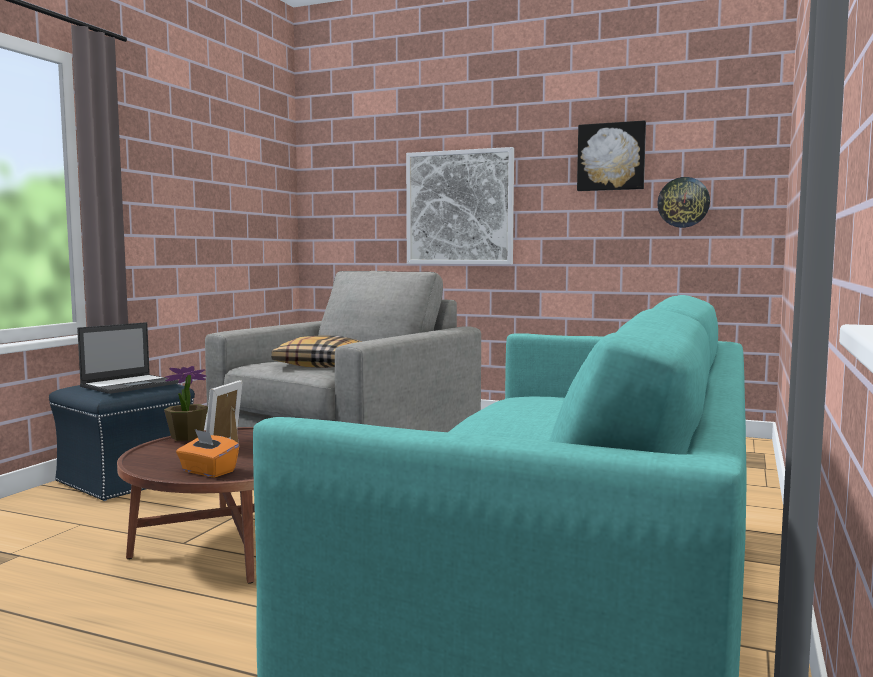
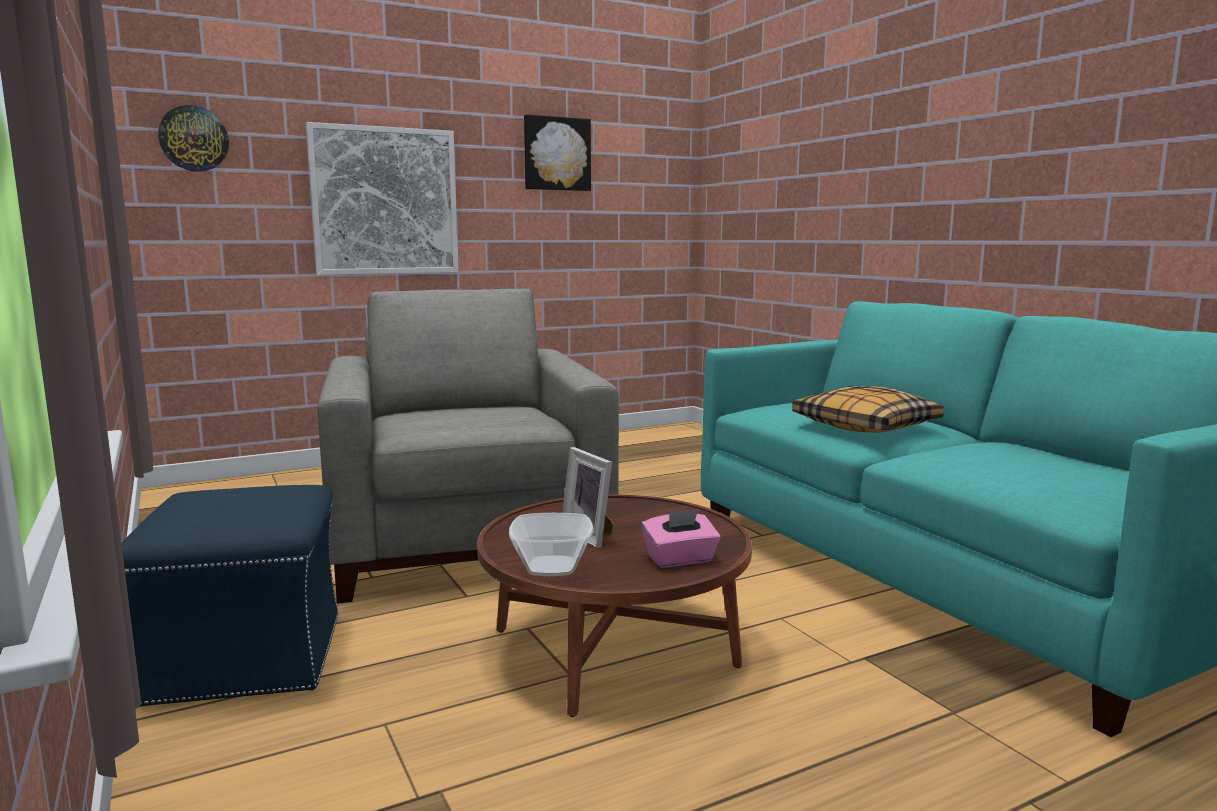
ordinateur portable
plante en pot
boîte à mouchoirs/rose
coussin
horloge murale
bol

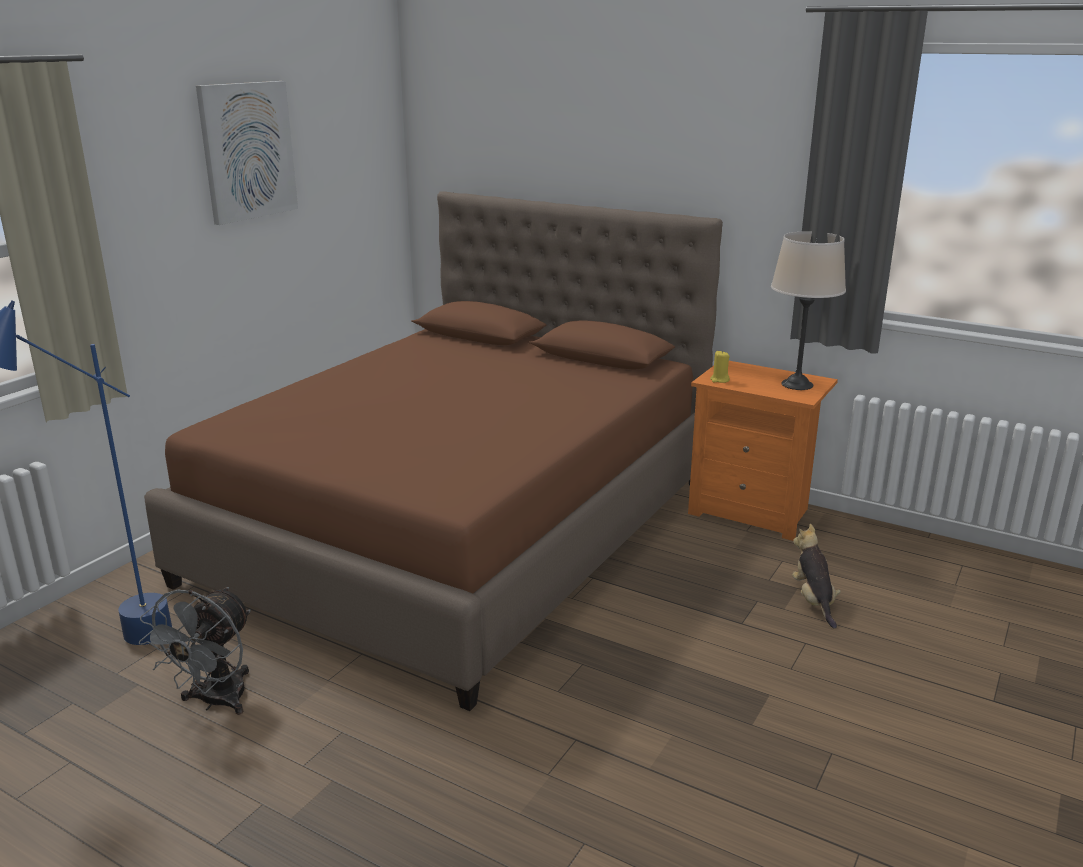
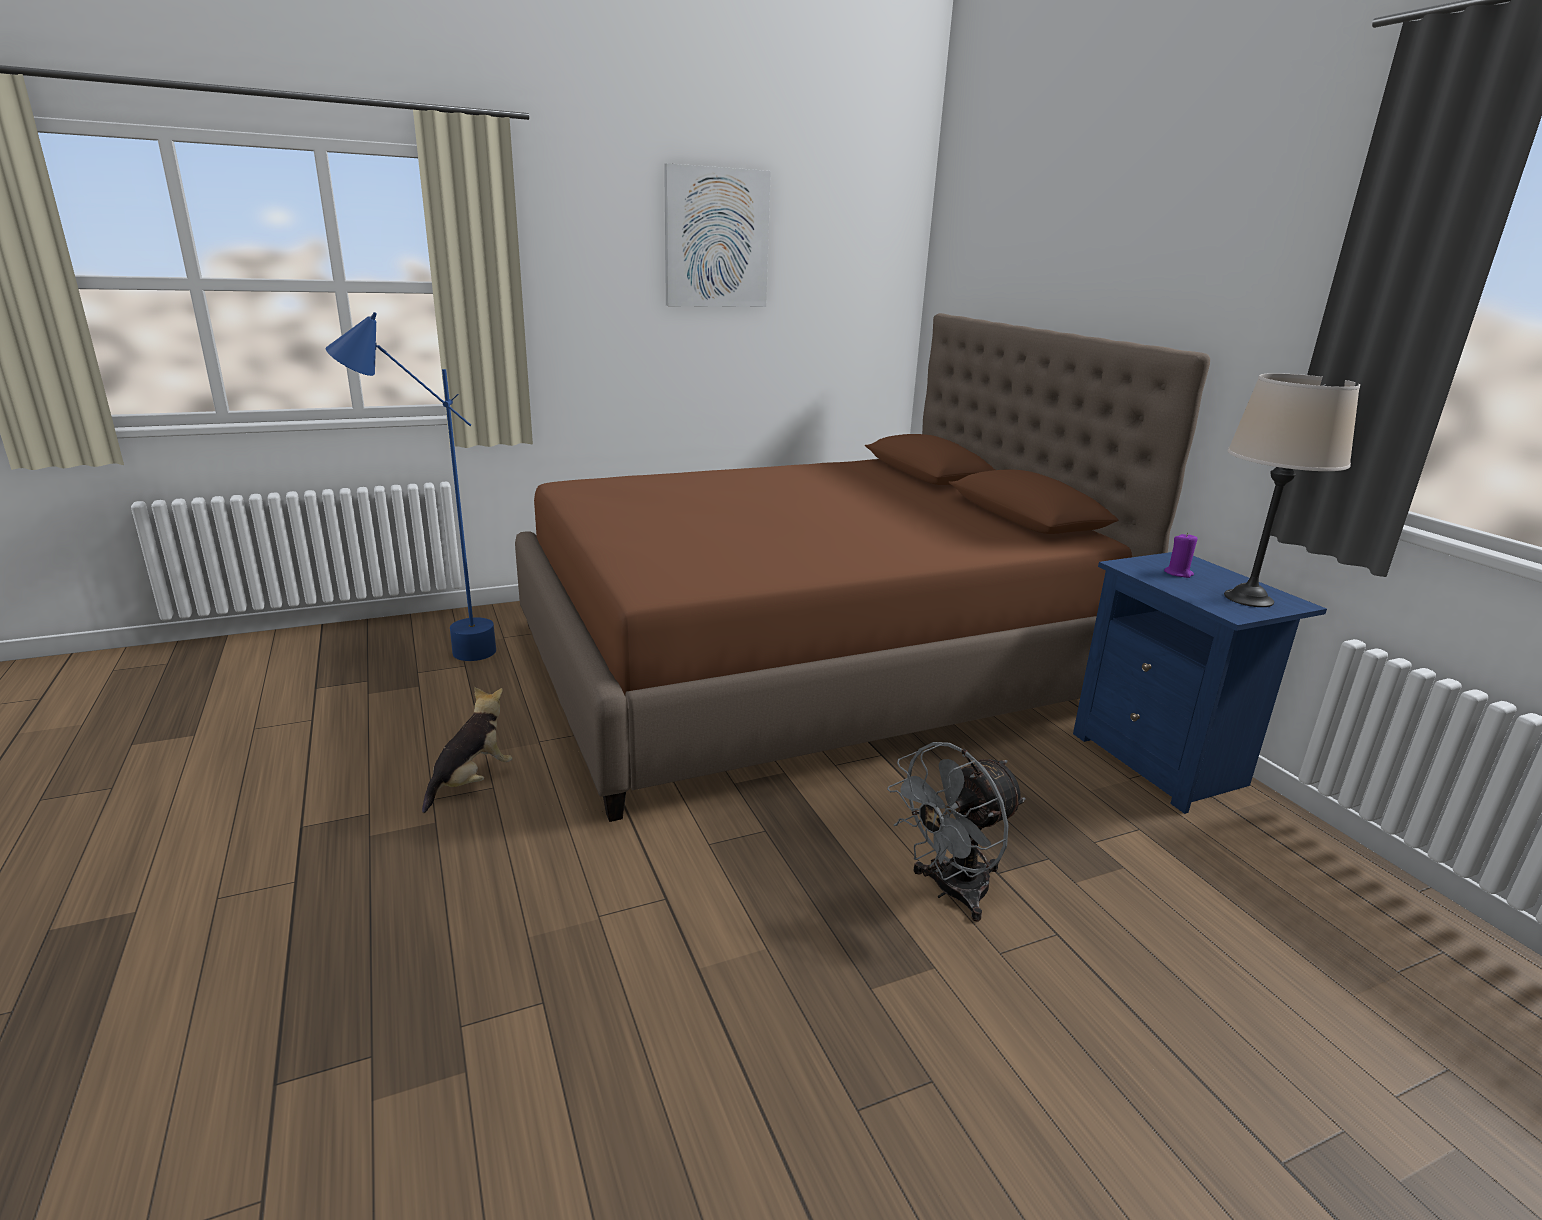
ventilateur/gris
table de chevet/bleu
bougie/jaune
peluche
bougie/violet

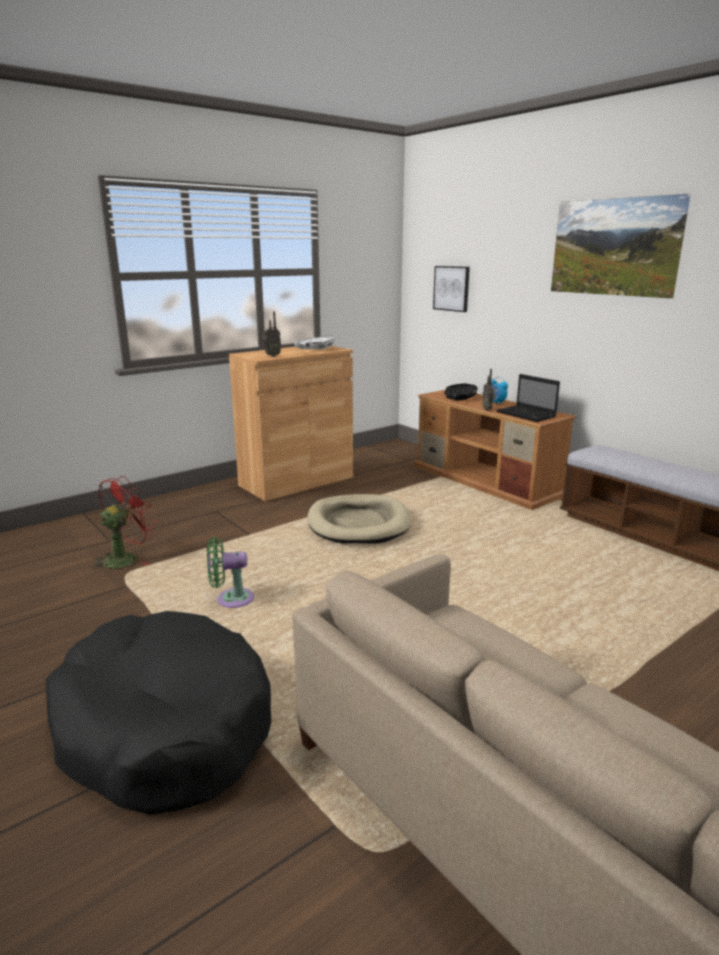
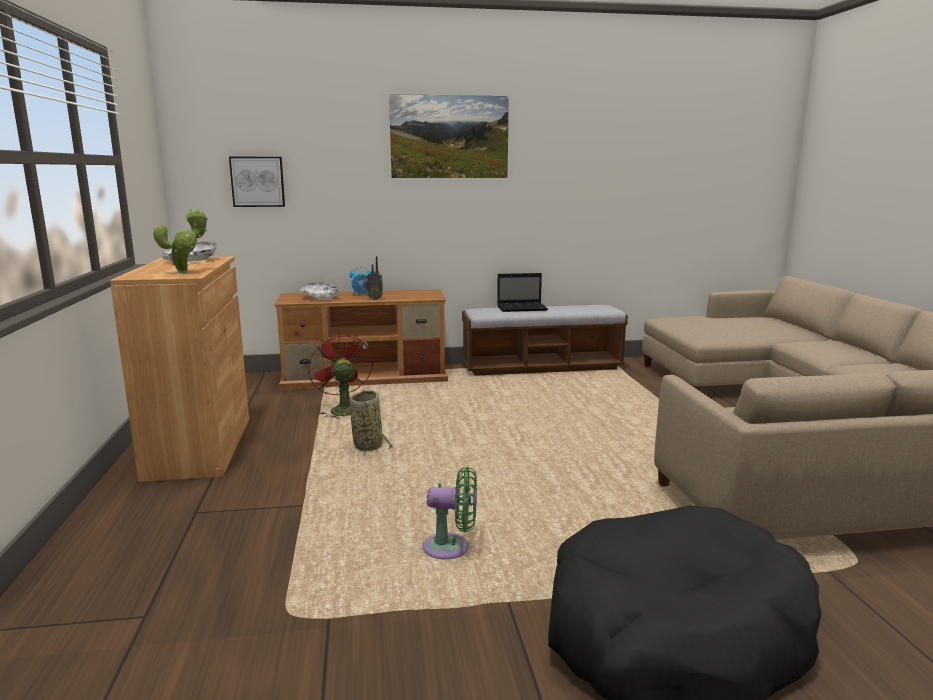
ventilateur/rouge
ventilateur/vert
plante en pot
panier
bol/blanc (no. 2 from left)
ordinateur portable

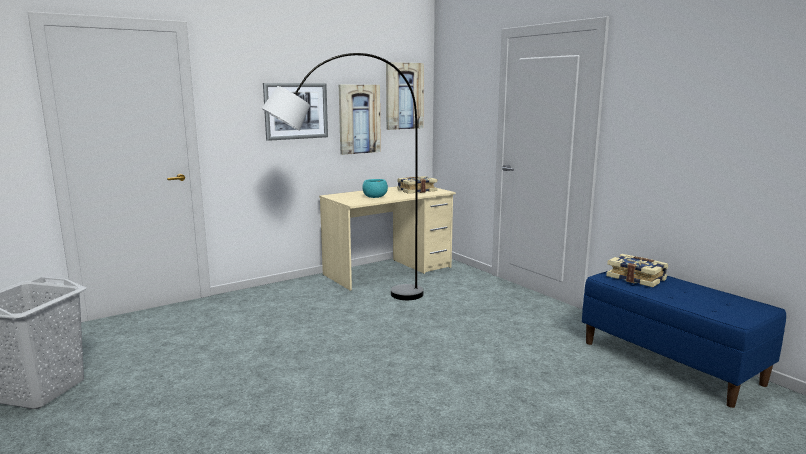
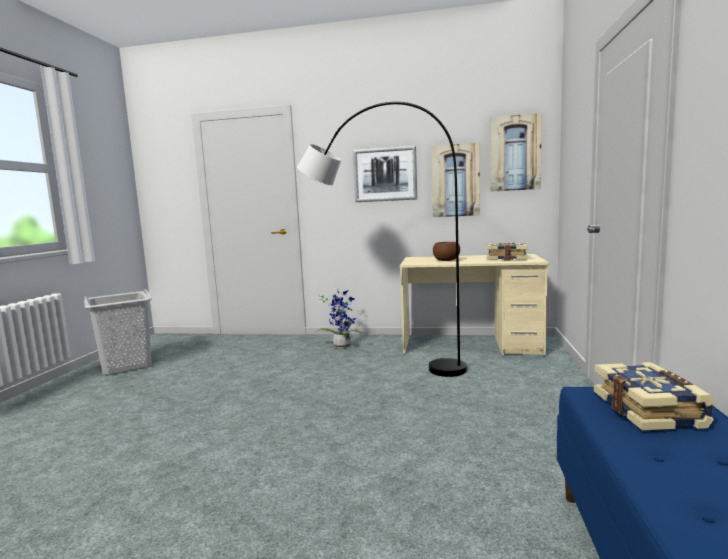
bol/marron
plante en pot

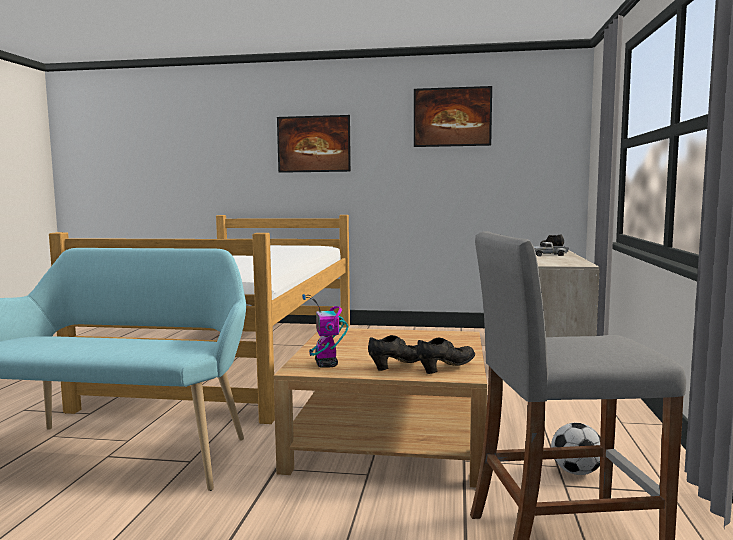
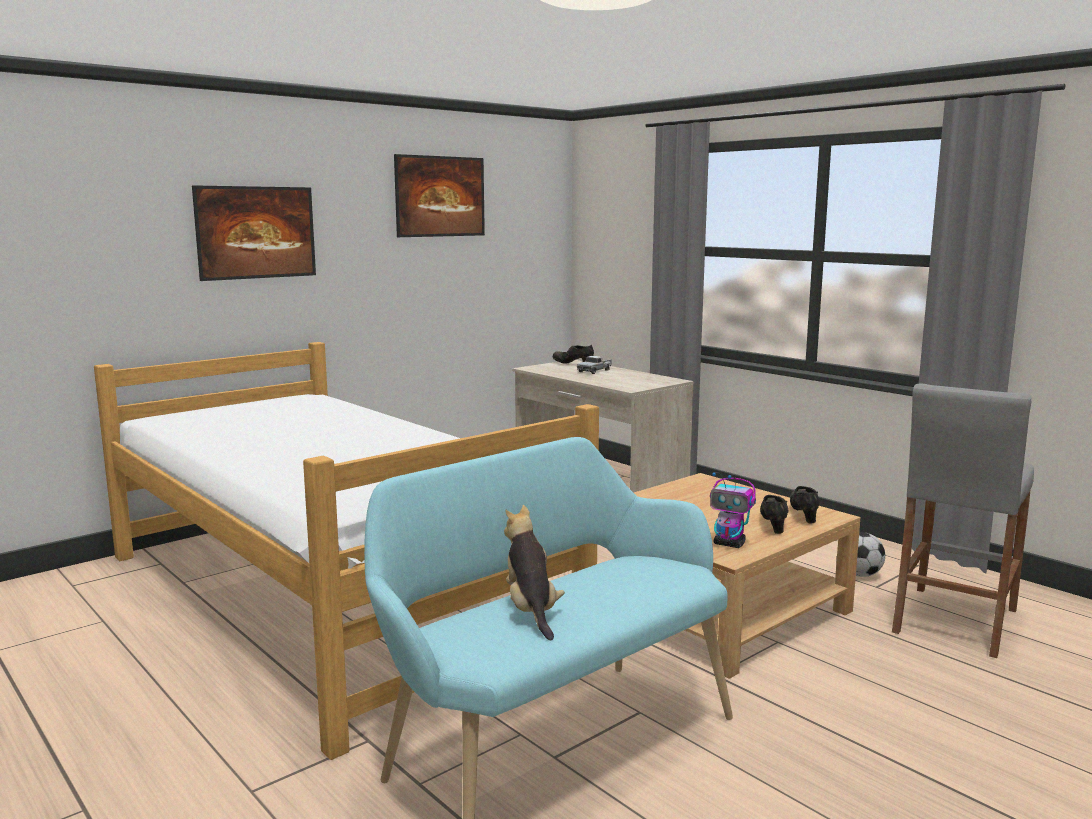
peluche

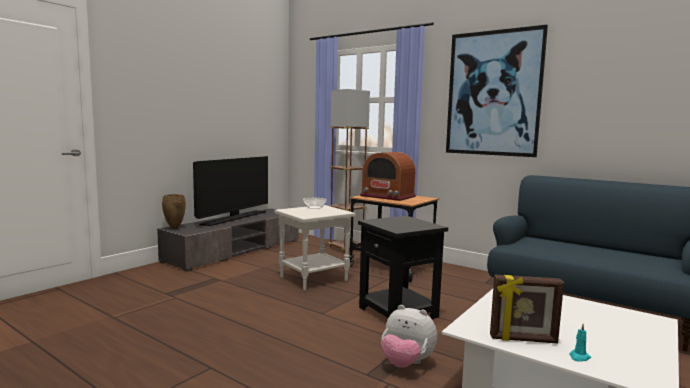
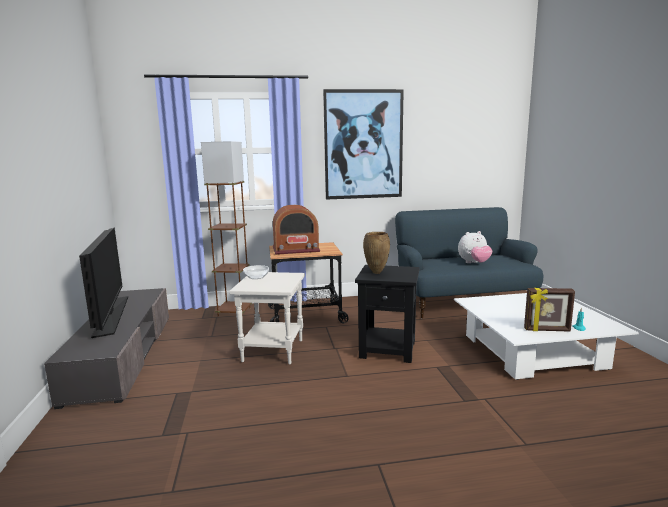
vase/marron
peluche
cadre photo

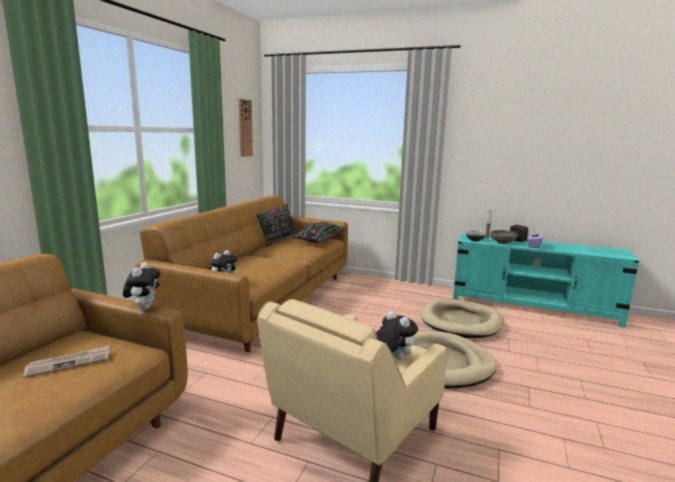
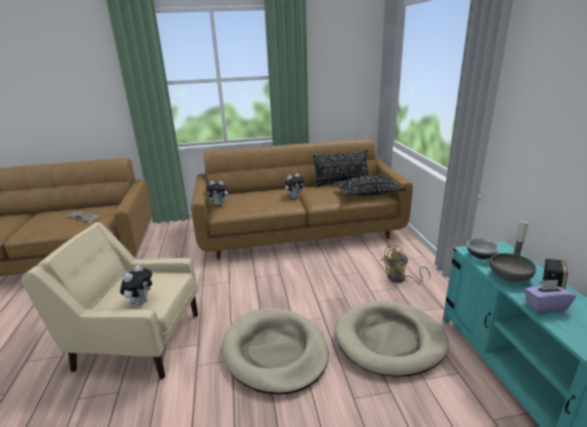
peluche (no. 3 from left)
horloge murale
ventilateur/jaune

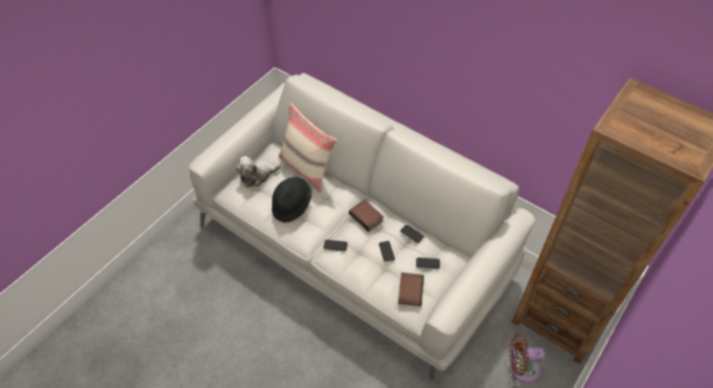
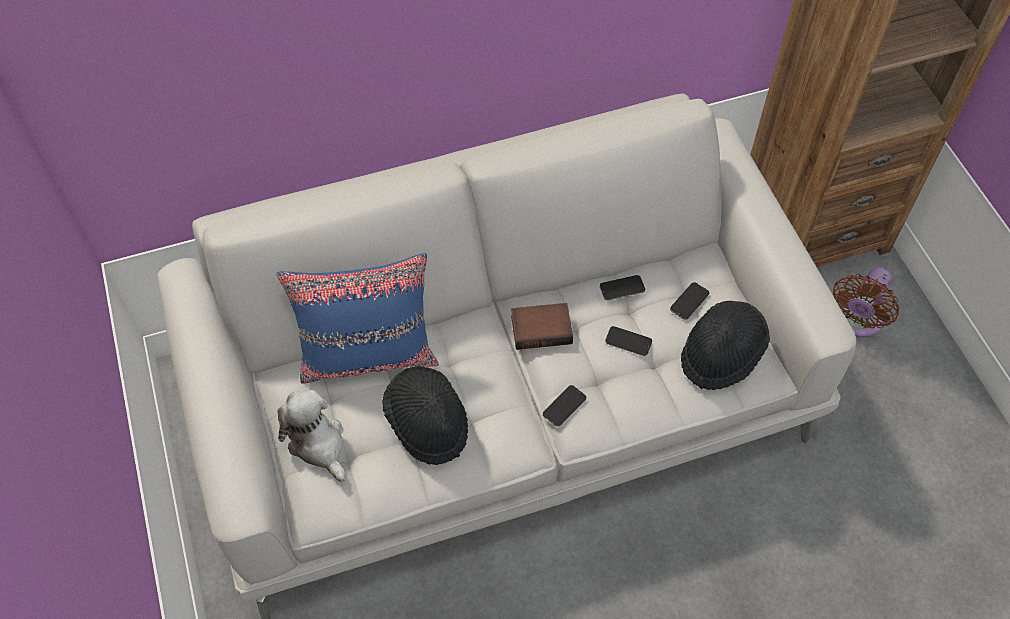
peluche
coussin/bleu
chapeau/noir (no. 2 from left)

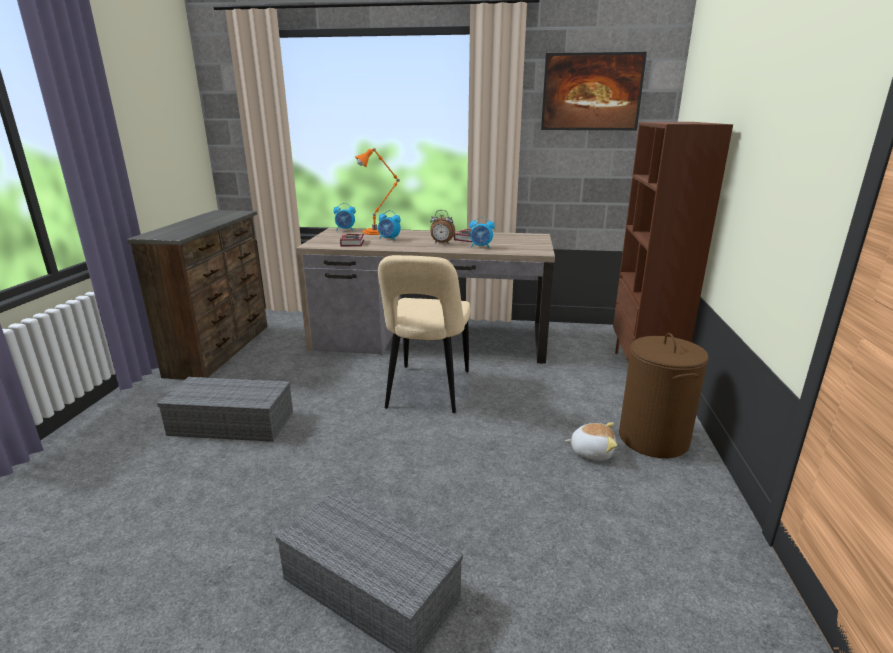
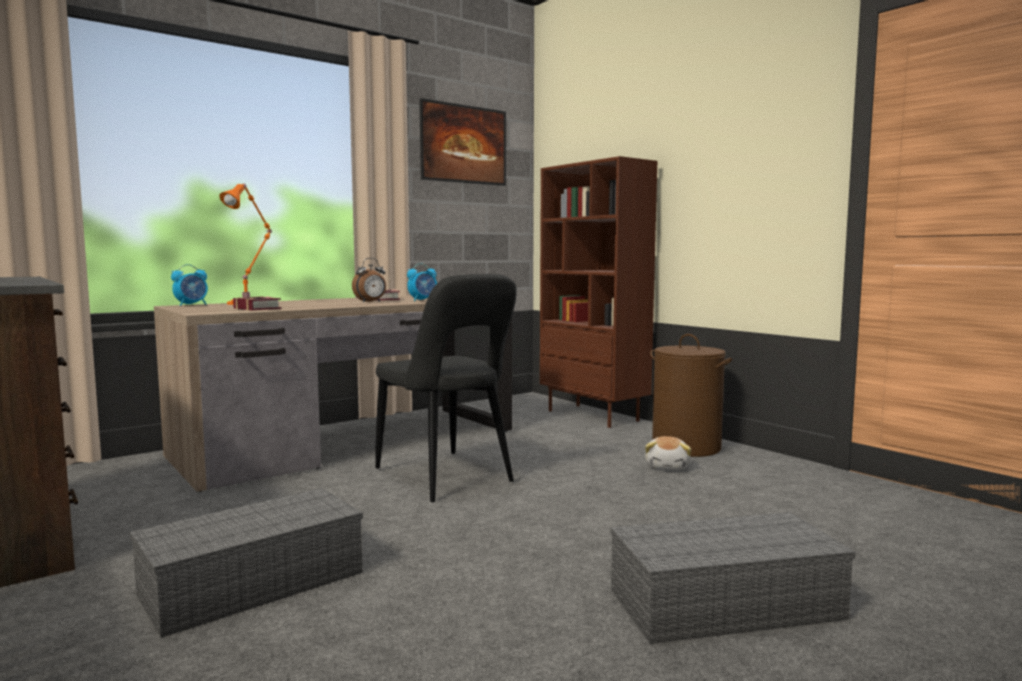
réveil (no. 2 from left in the first image)
chaise/noir
peluche

